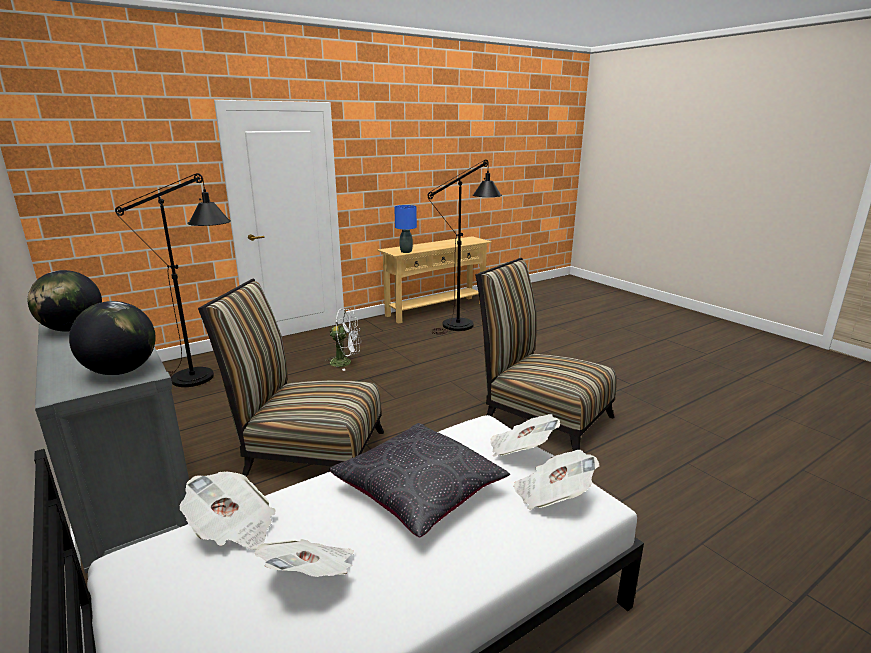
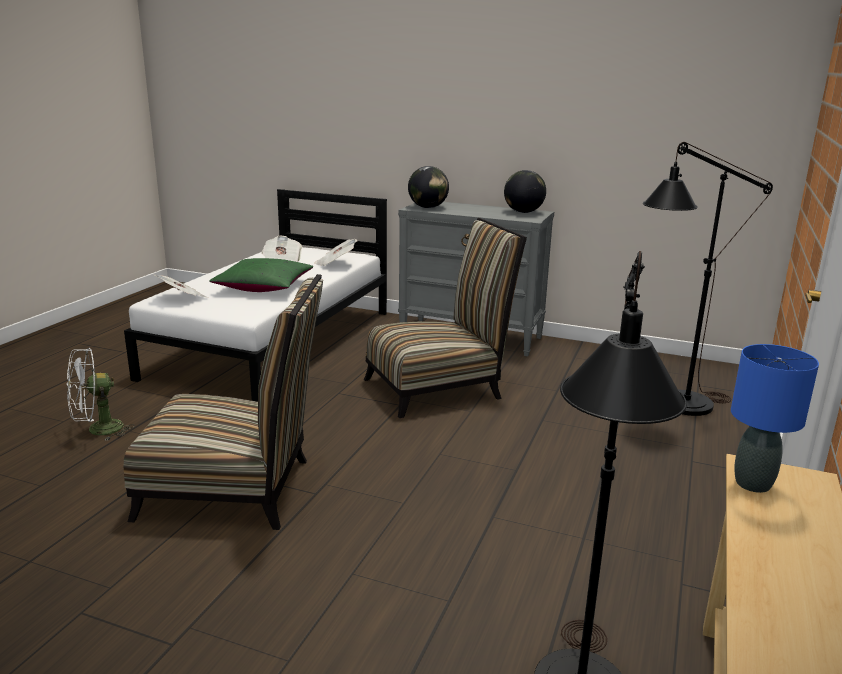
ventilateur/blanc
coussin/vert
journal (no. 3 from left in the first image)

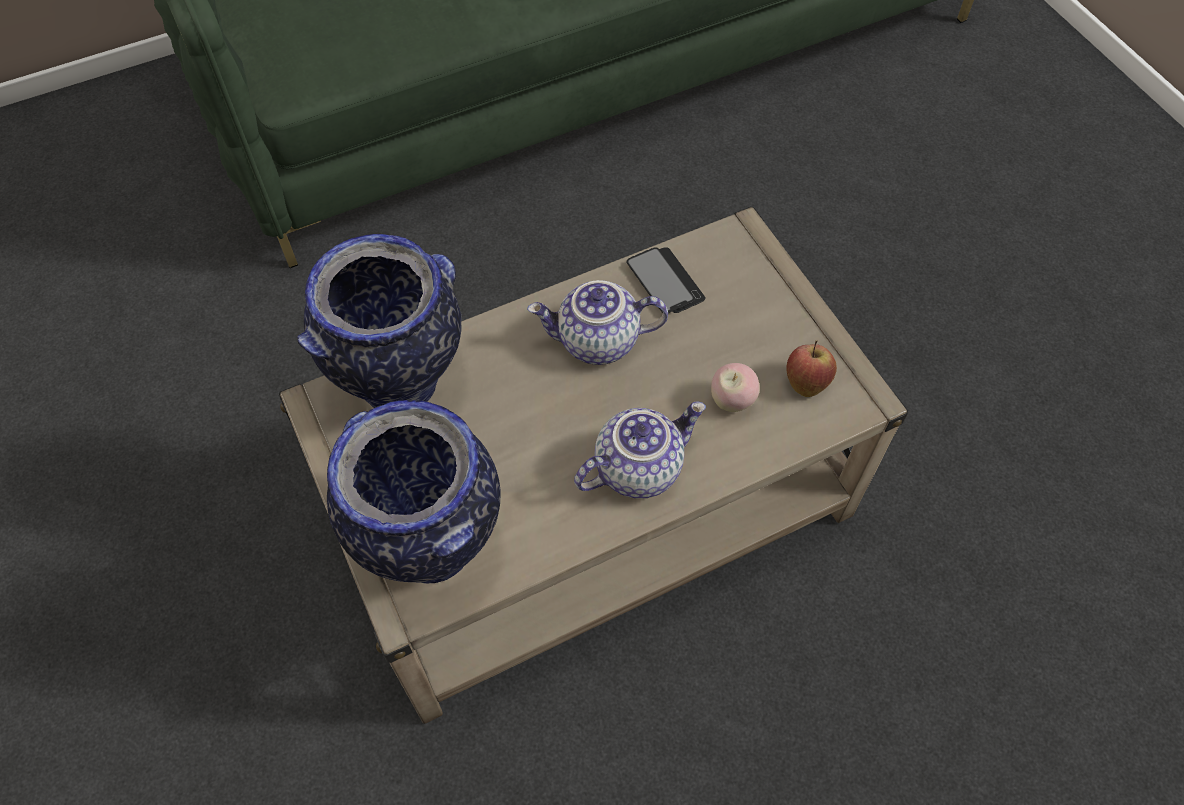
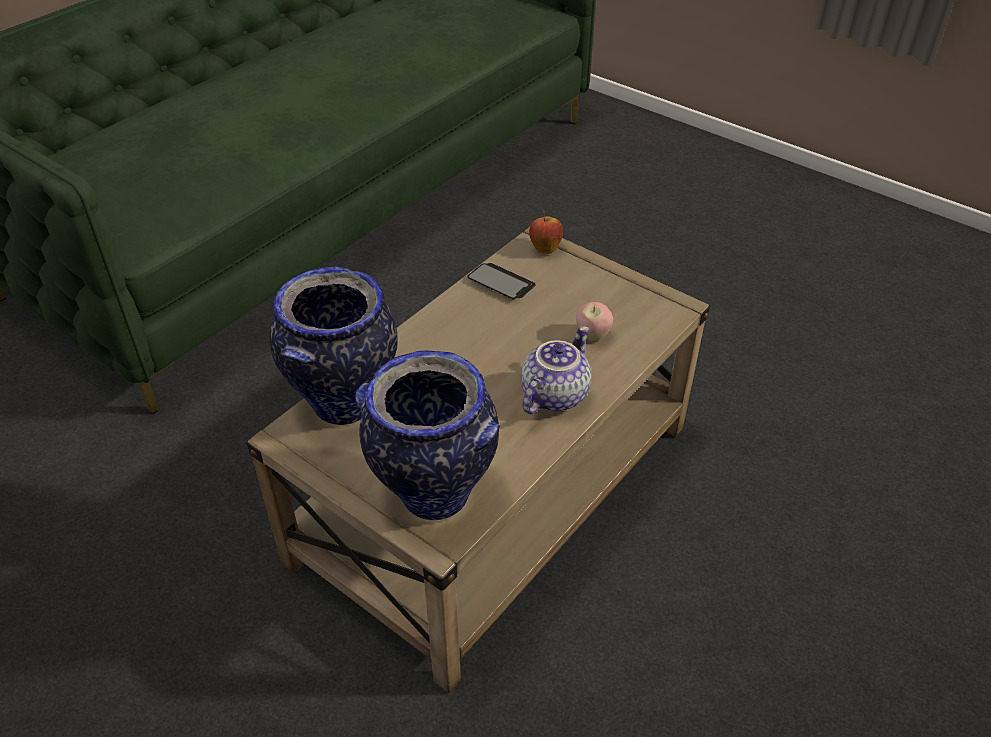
théière (no. 1 from left in the first image)
pomme (no. 1 from left)

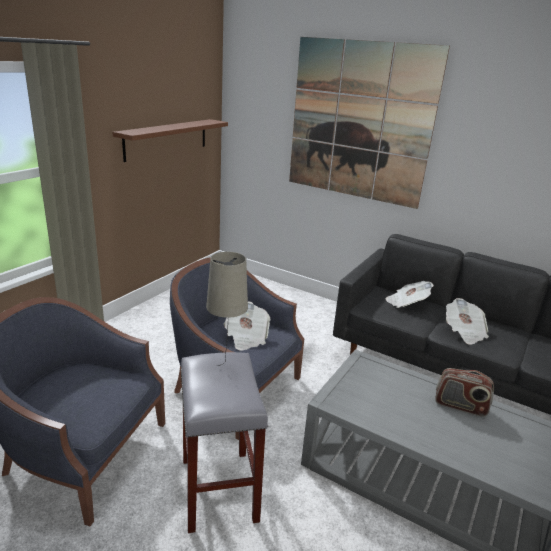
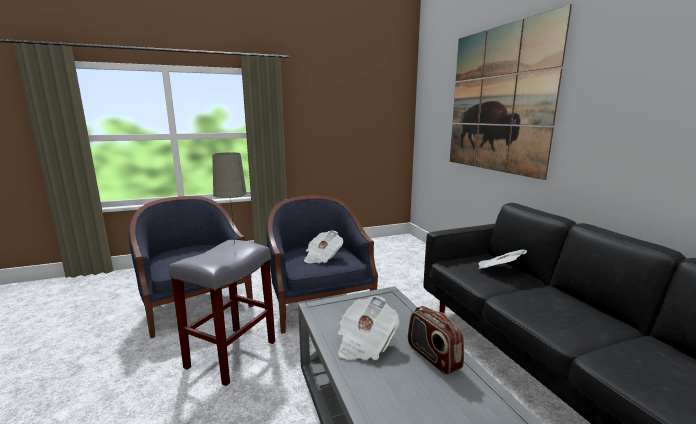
étagère/marron
journal (no. 2 from left)

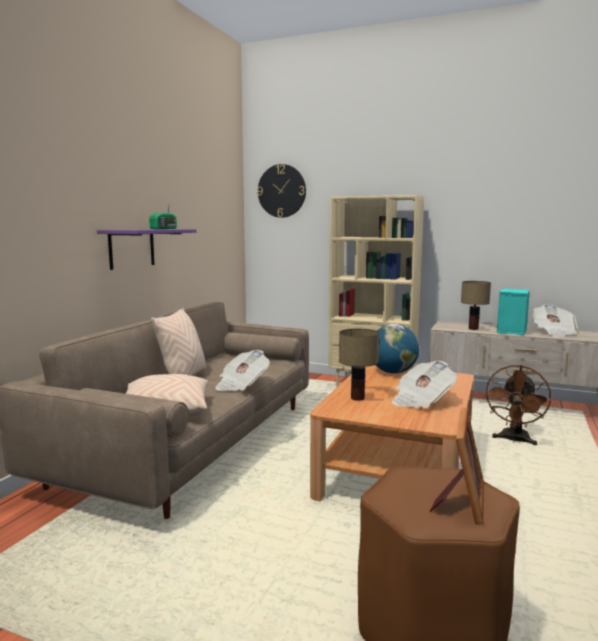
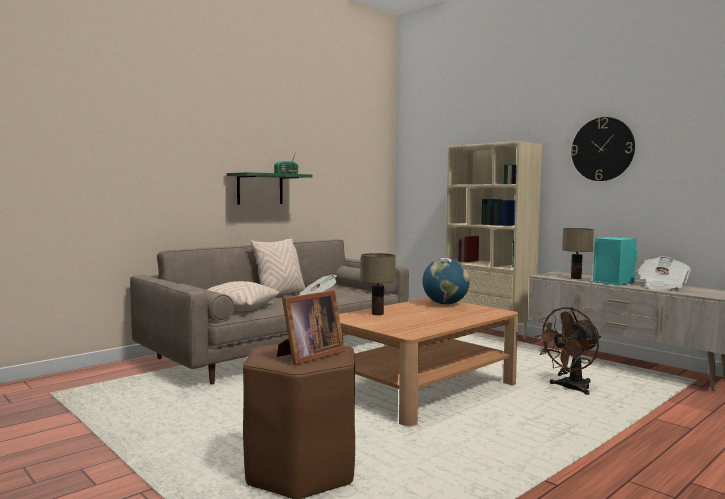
étagère/vert
horloge murale
journal (no. 2 from left in the first image)

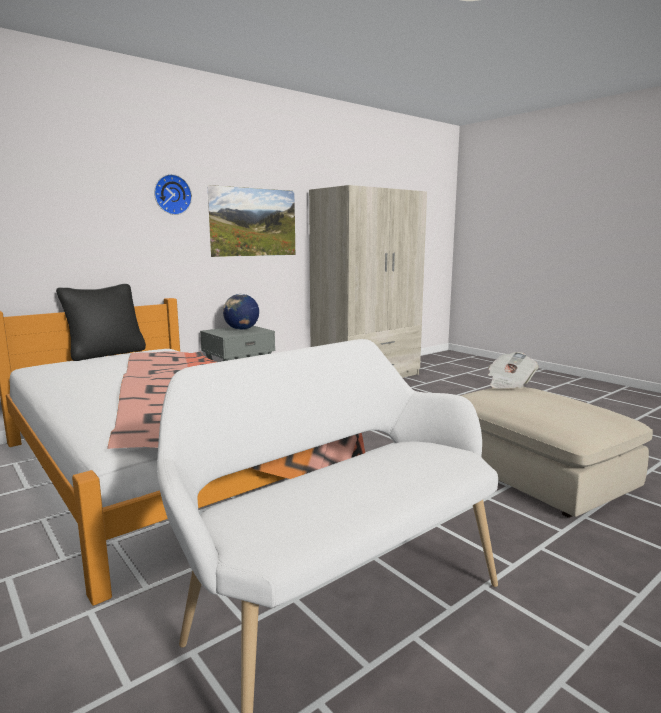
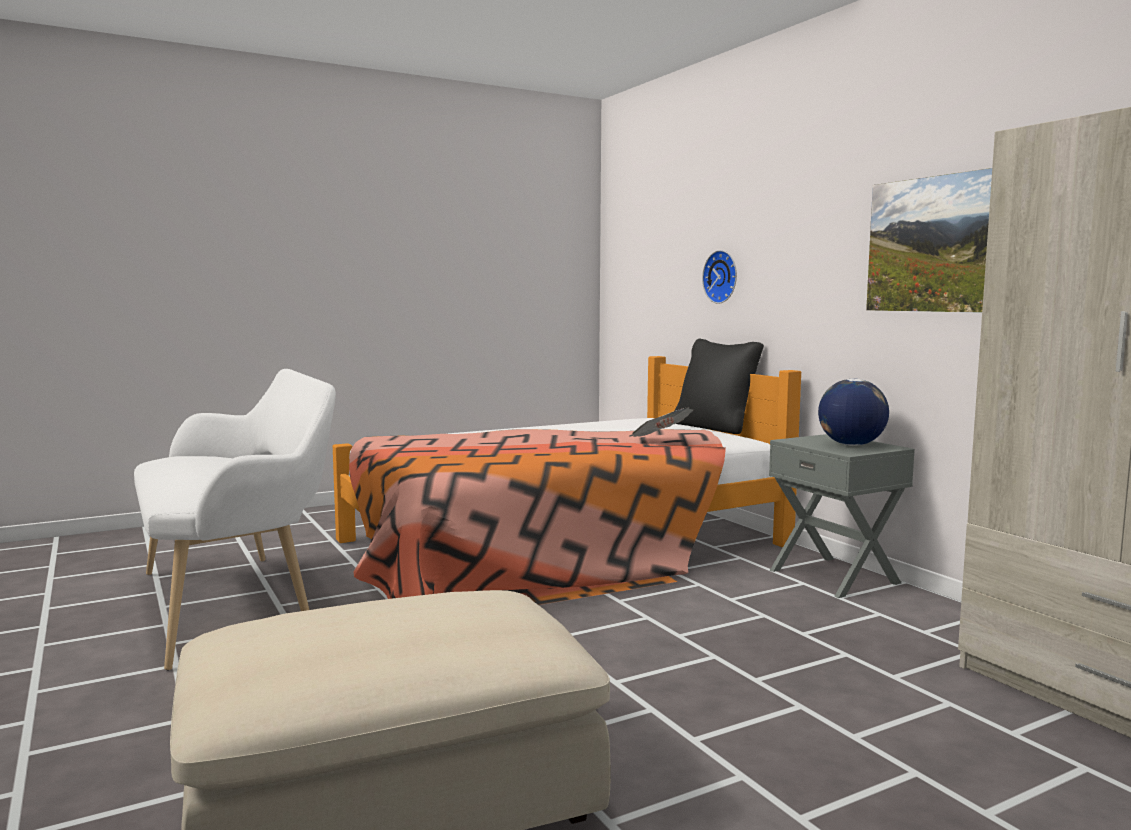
horloge murale
journal

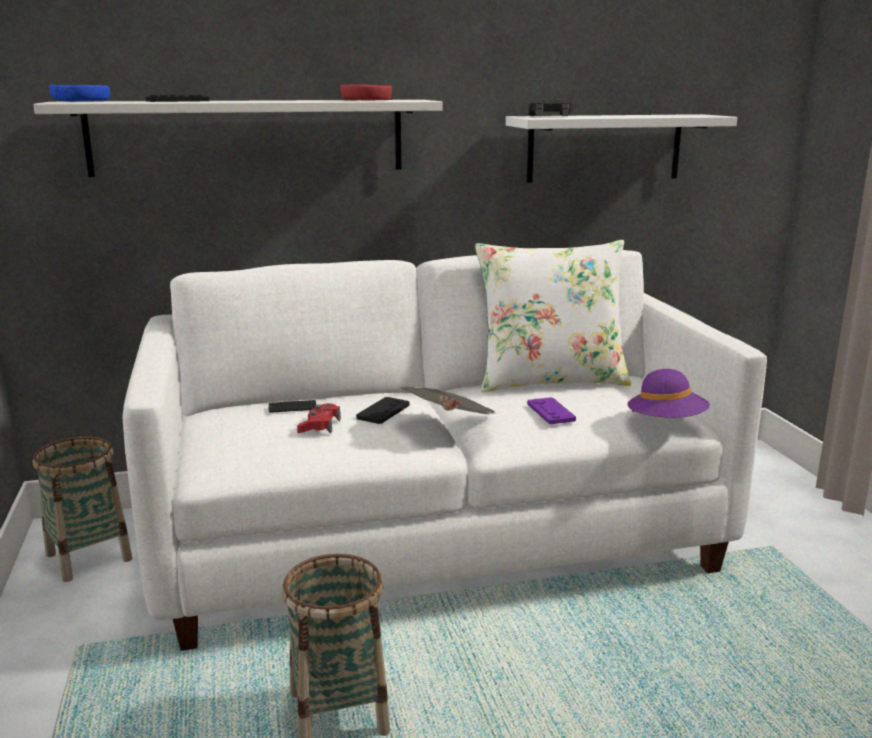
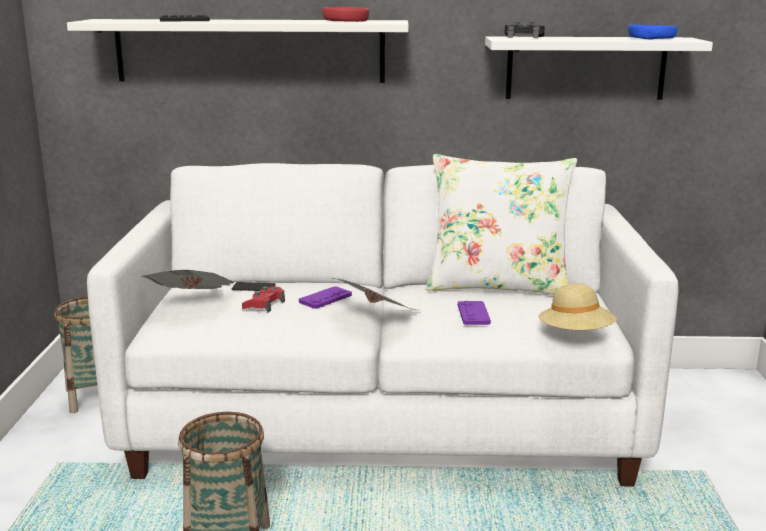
bol/bleu
manette/violet (no. 1 from left)
chapeau/beige
journal (no. 1 from left)

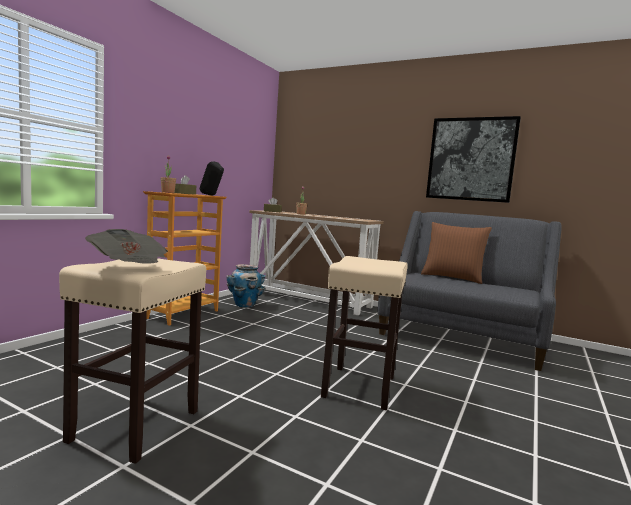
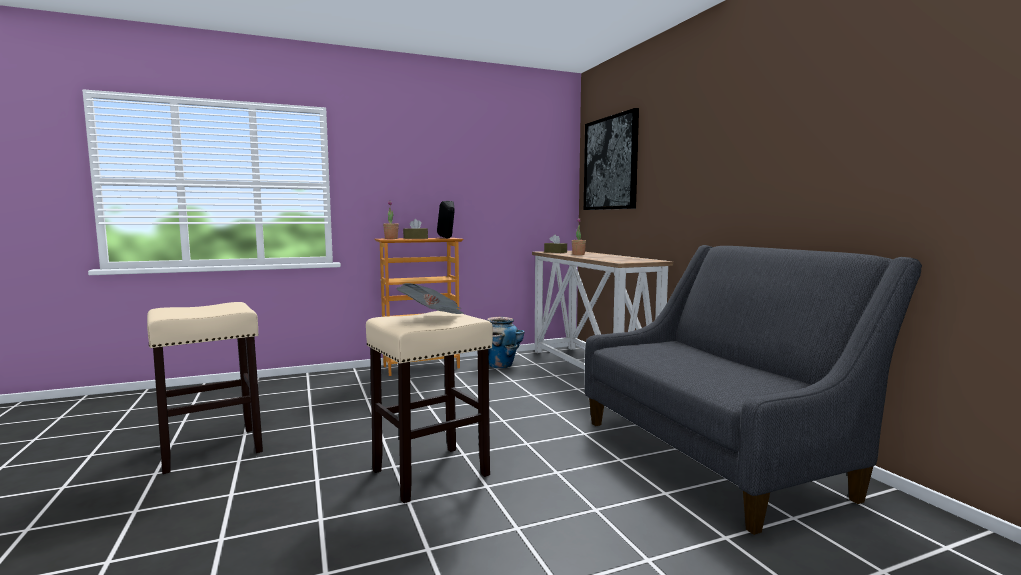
journal
coussin/marron
tableau

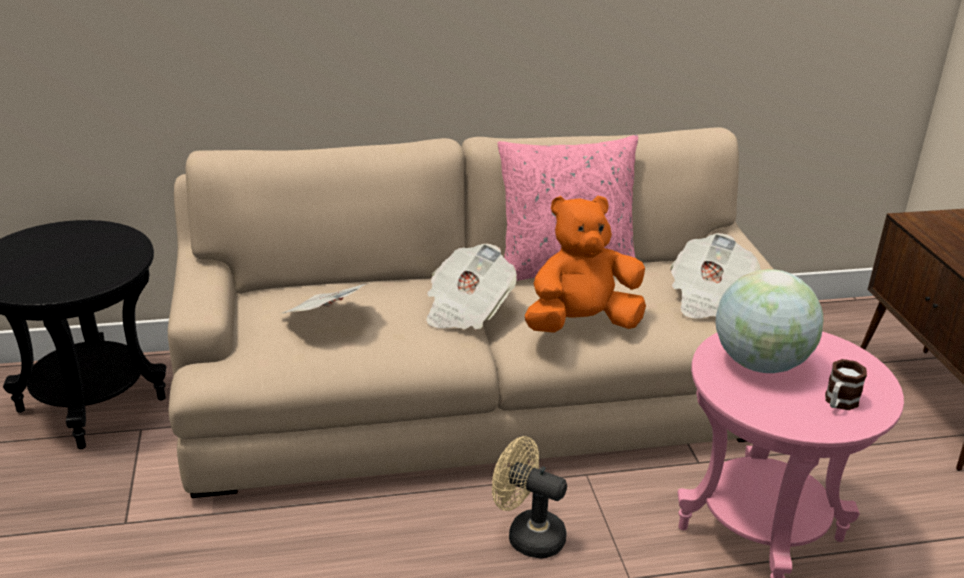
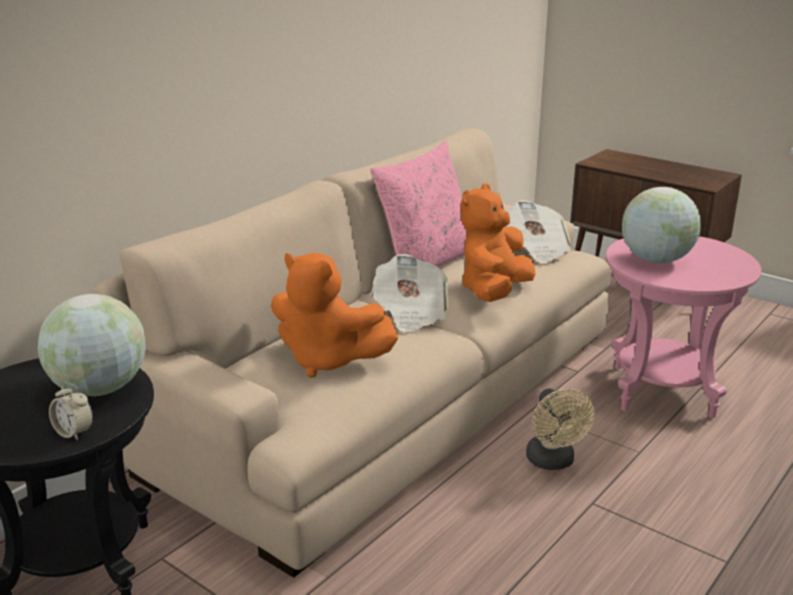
peluche/orange (no. 1 from left)
ventilateur/beige
mug
globe (no. 1 from left)
réveil

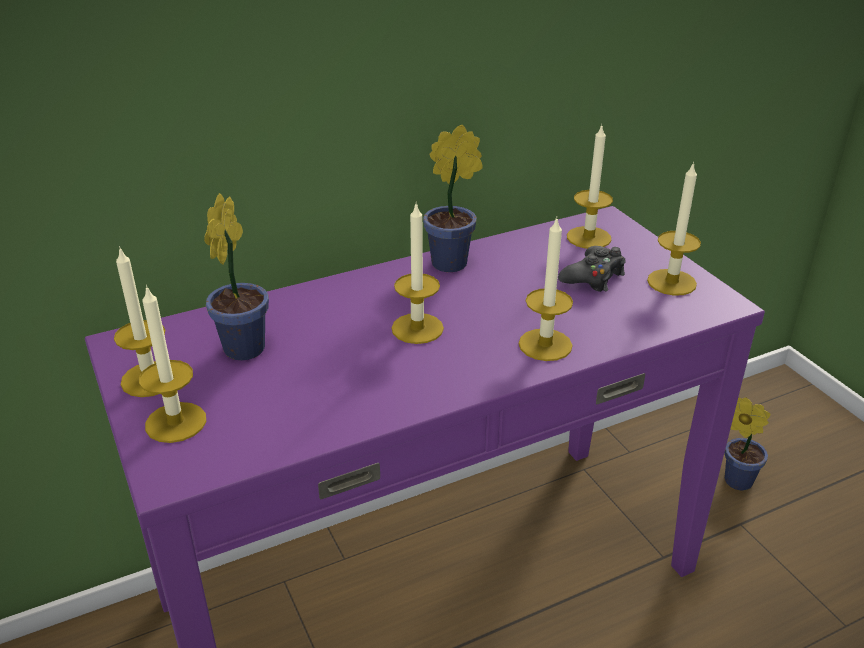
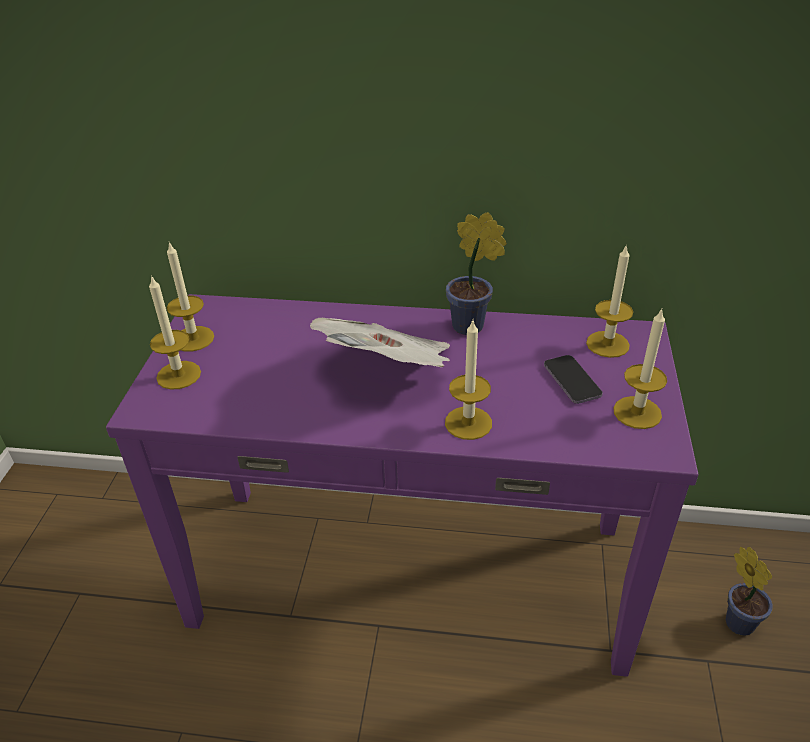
plante en pot (no. 1 from left in the first image)
journal
téléphone

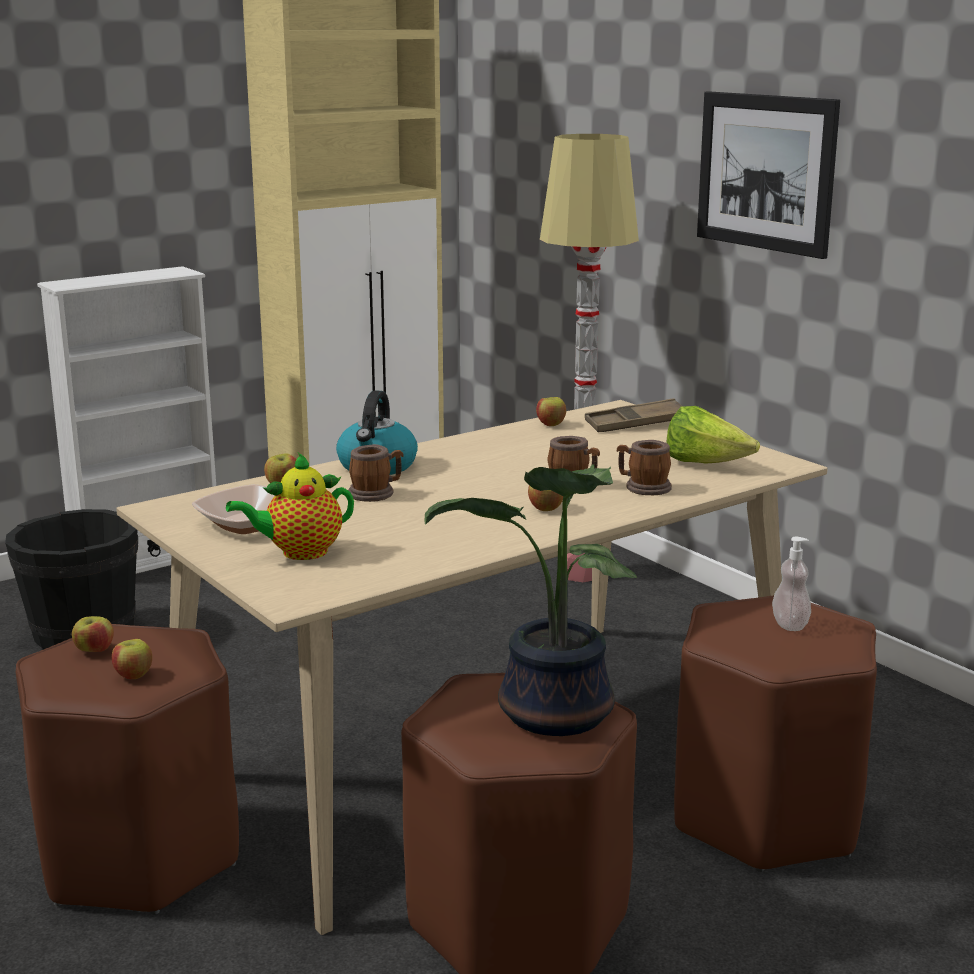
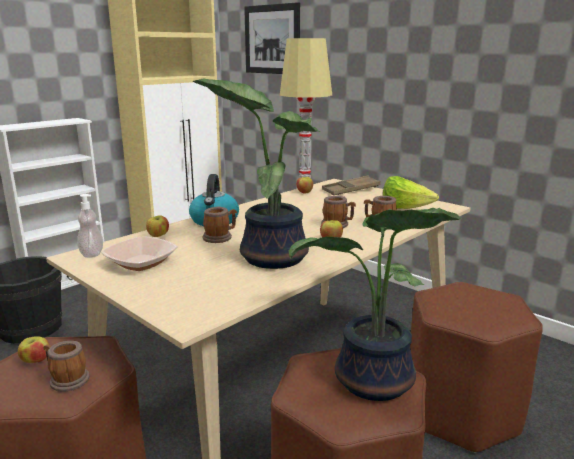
mug (no. 1 from left)
théière
tableau
distributeur de savon
plante en pot (no. 1 from left)

